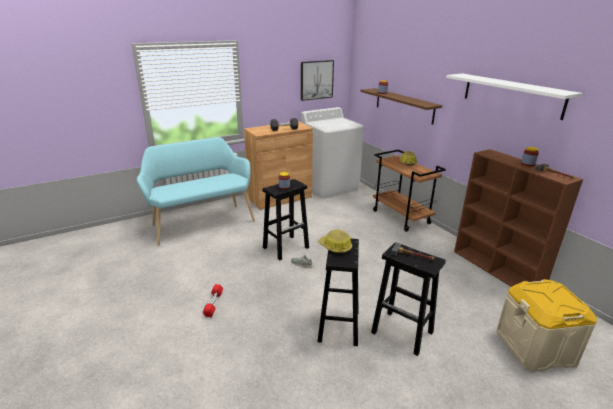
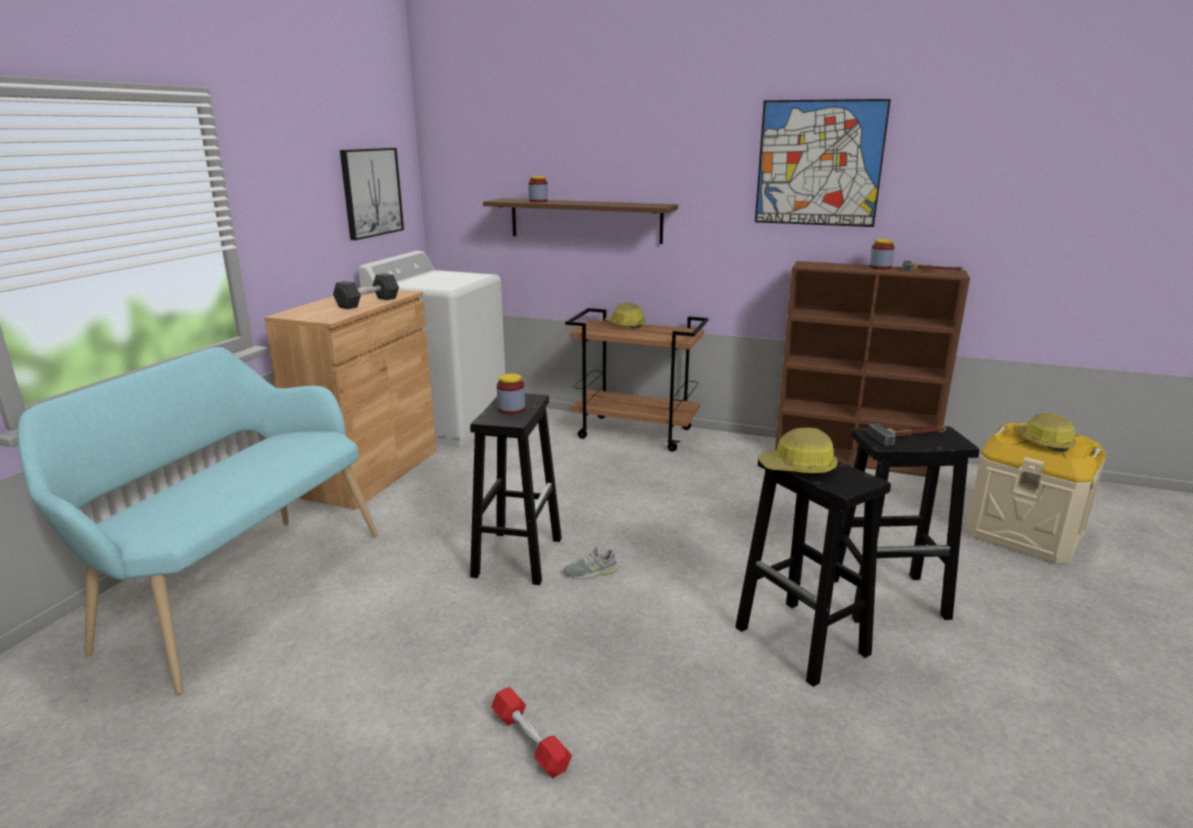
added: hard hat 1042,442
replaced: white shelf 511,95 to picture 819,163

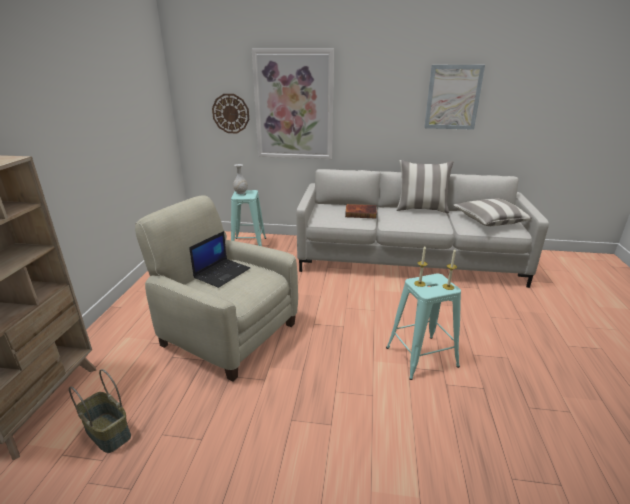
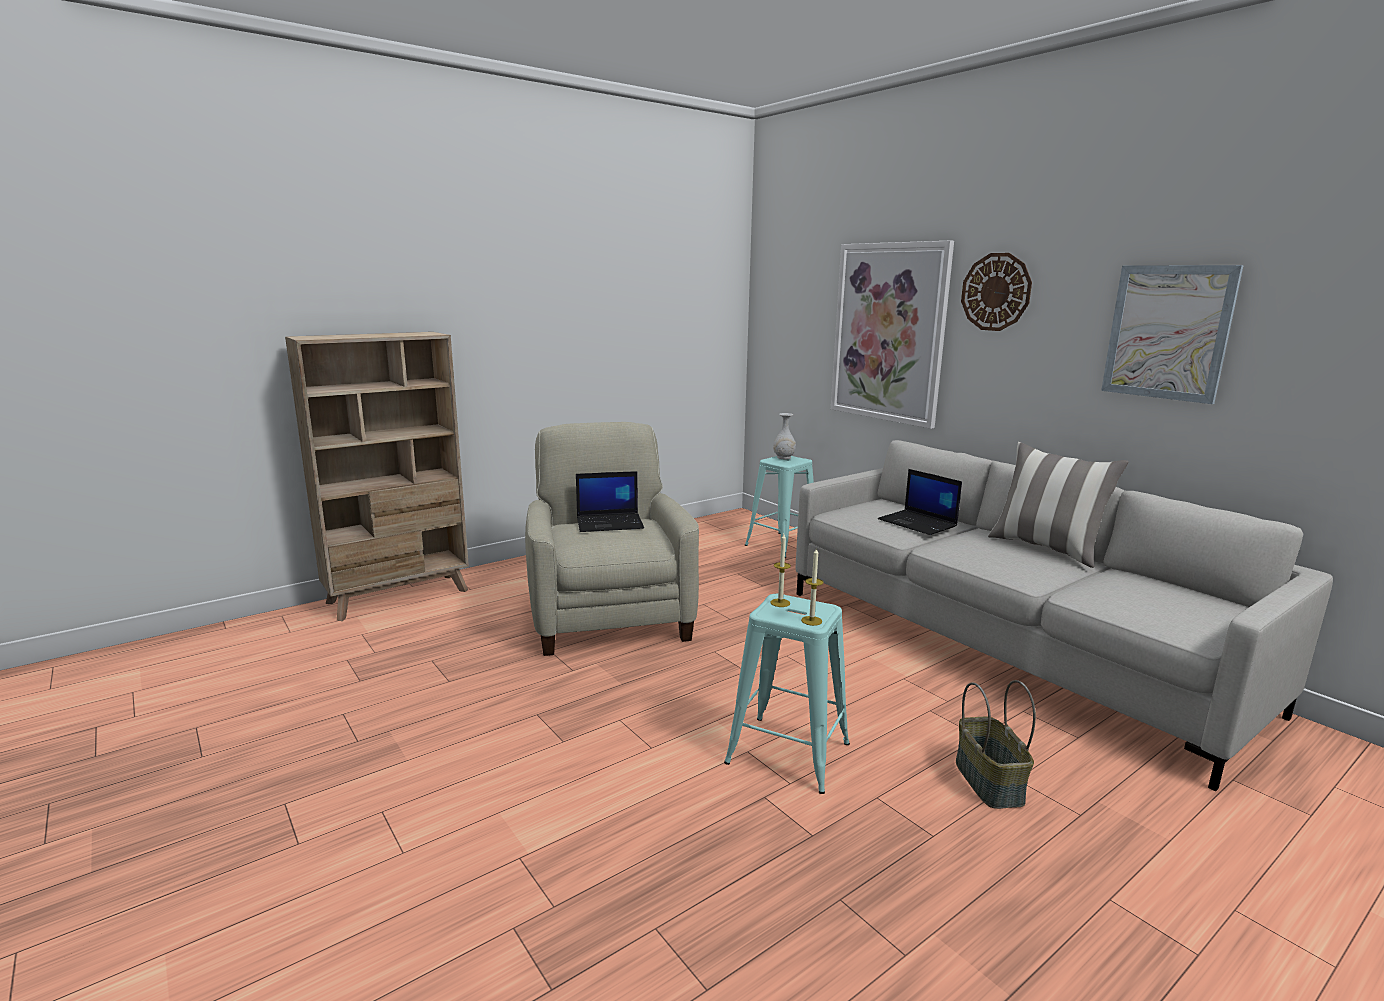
removed: pillow 490,221
moved: basket 109,432 to 990,782; wall clock 230,113 to 996,292
replaced: book 361,213 to laptop 918,523

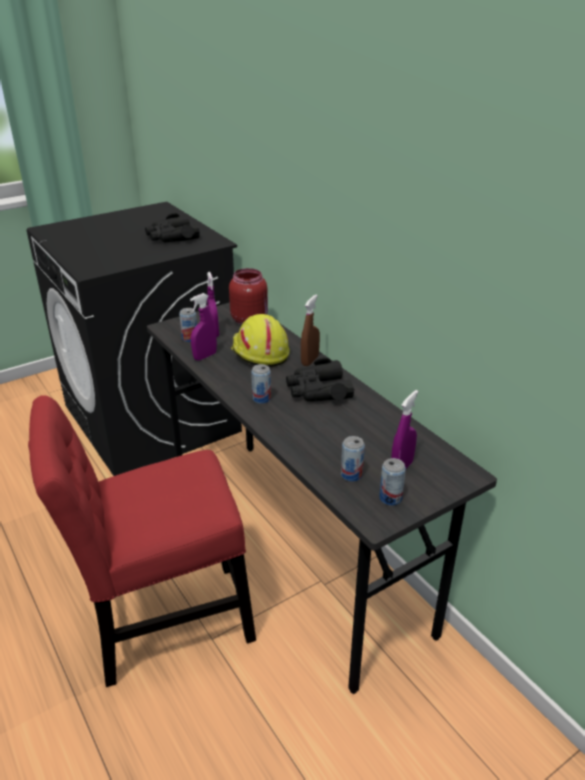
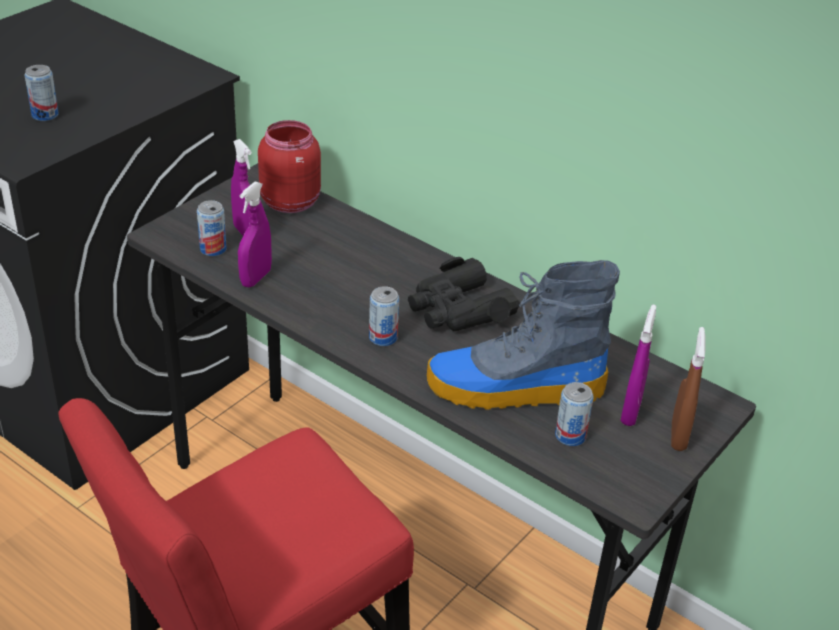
removed: black binoculars 172,237; yellow hard hat 259,352
added: boot 513,389
moved: brown spray bottle 310,361 to 678,436; can 390,498 to 45,115

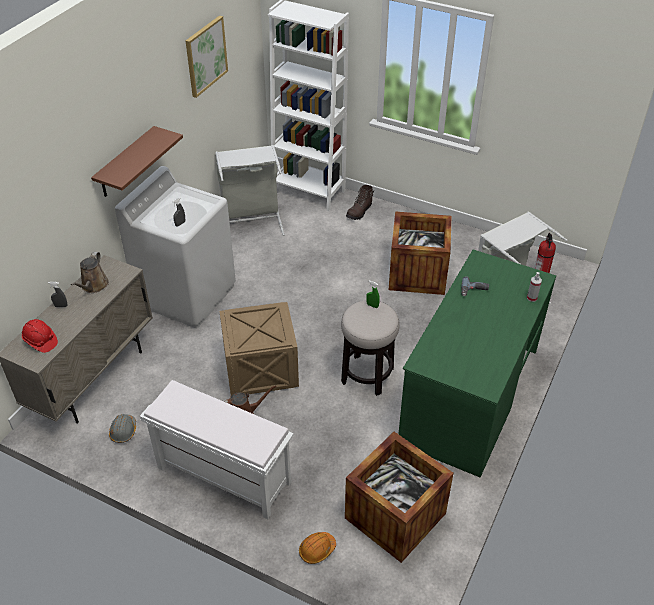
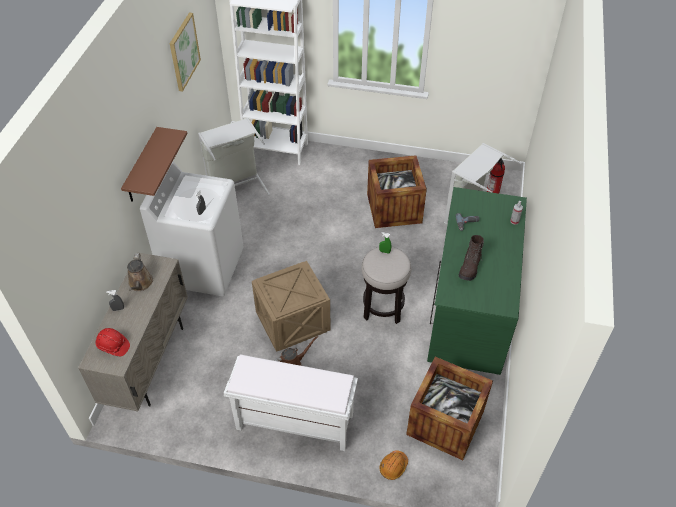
removed: grey hard hat 123,431
moved: brown boot 359,212 to 470,267

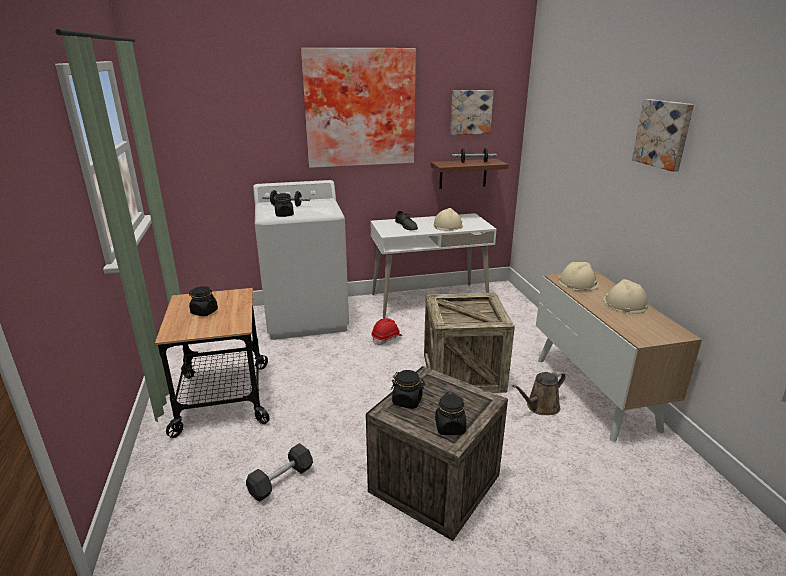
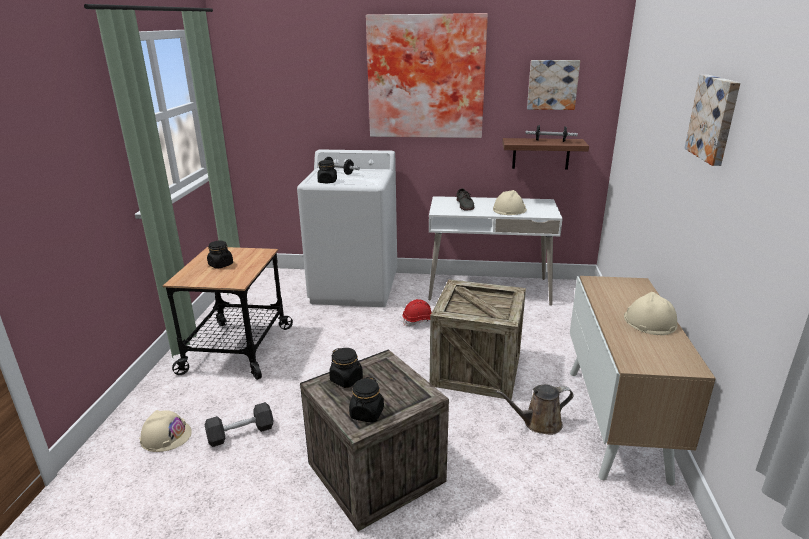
moved: beige hard hat 578,283 to 166,436

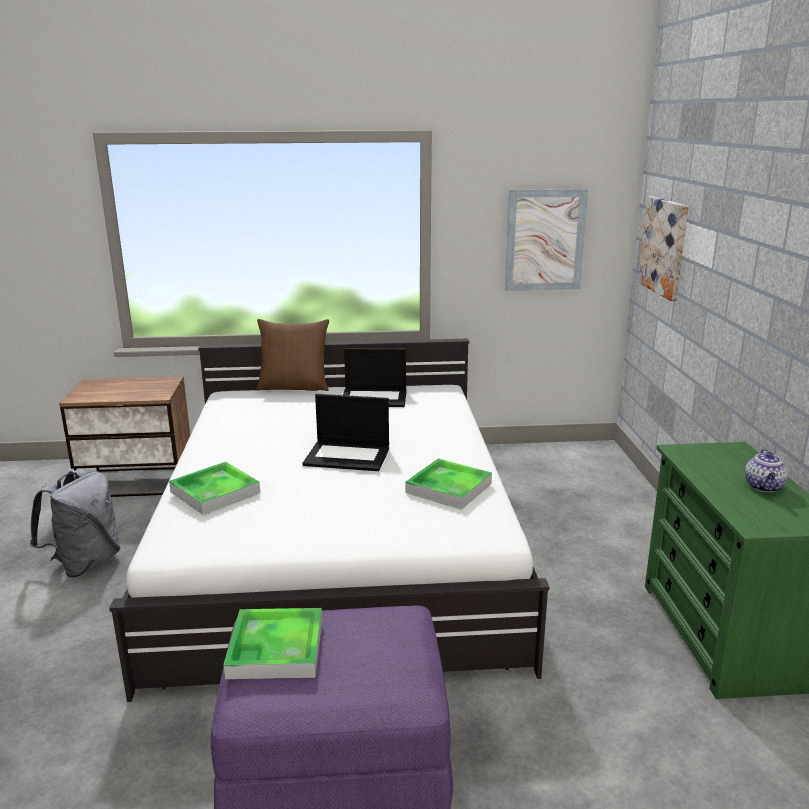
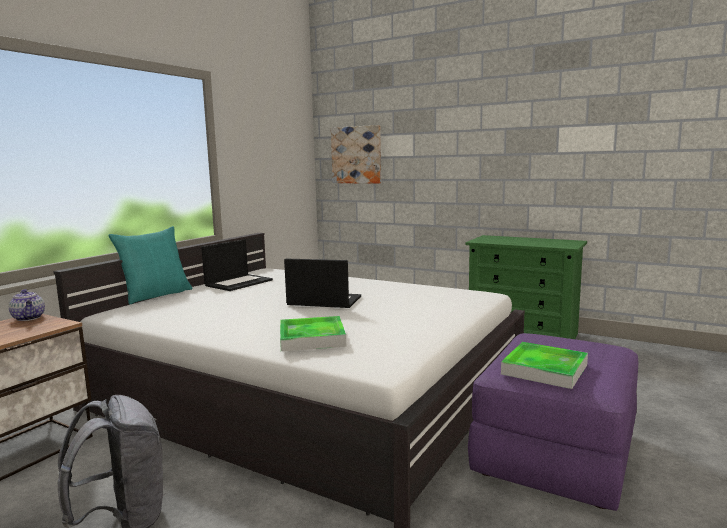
removed: tray 449,488; picture 545,240
moved: teapot 764,487 to 29,318
recoloured: brown pillow 294,387 to turquoise pillow 156,295
turned: laptop 348,456 = 323,301 120 degrees counterclockwise

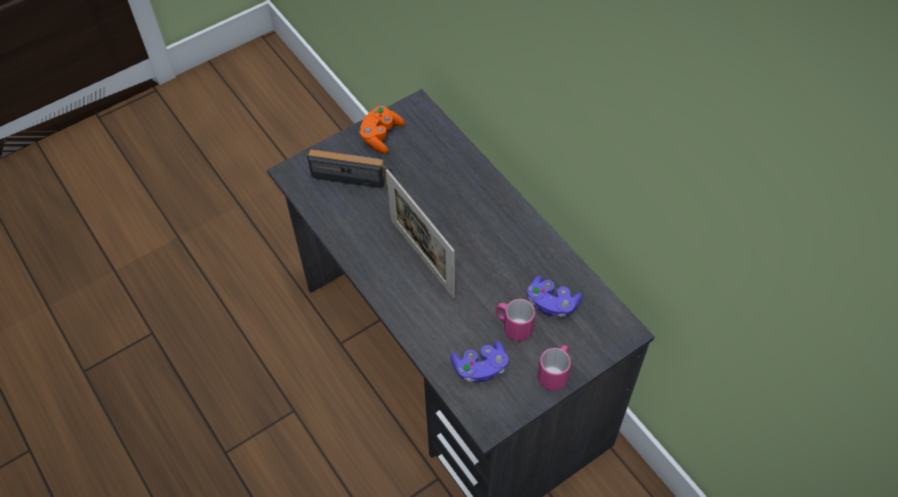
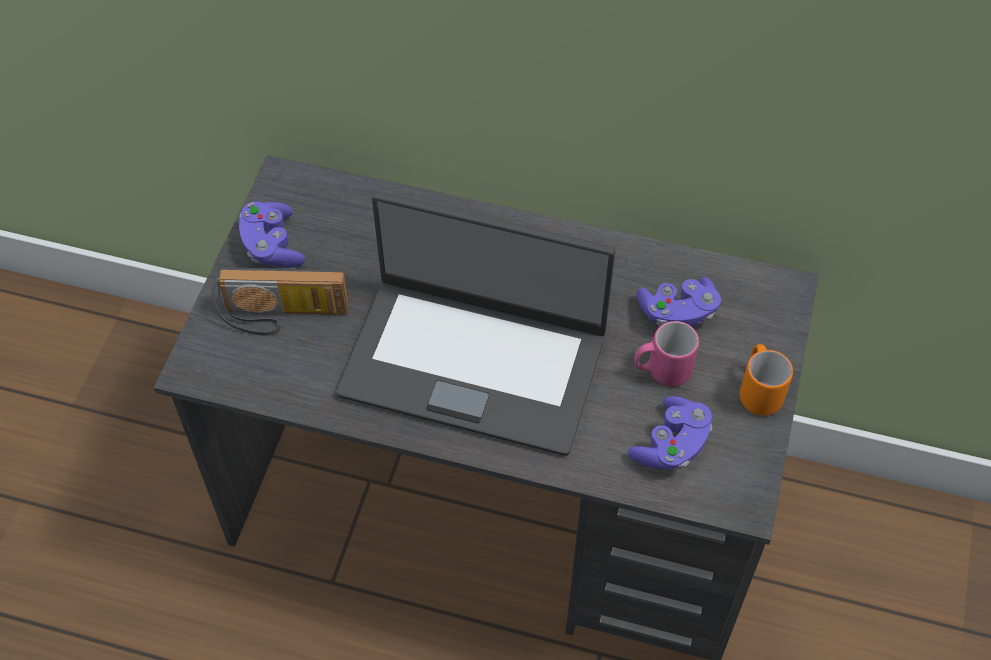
replaced: picture frame 421,257 to laptop 474,362
recoloured: orange game controller 381,136 to purple game controller 272,246; pink mug 555,374 to orange mug 758,391
turned: radio 353,174 = 282,317 150 degrees counterclockwise

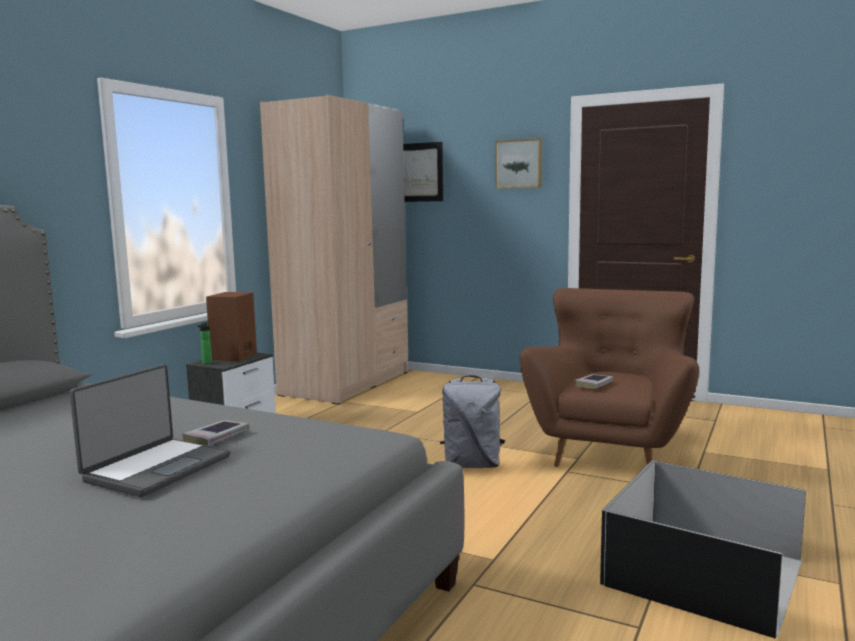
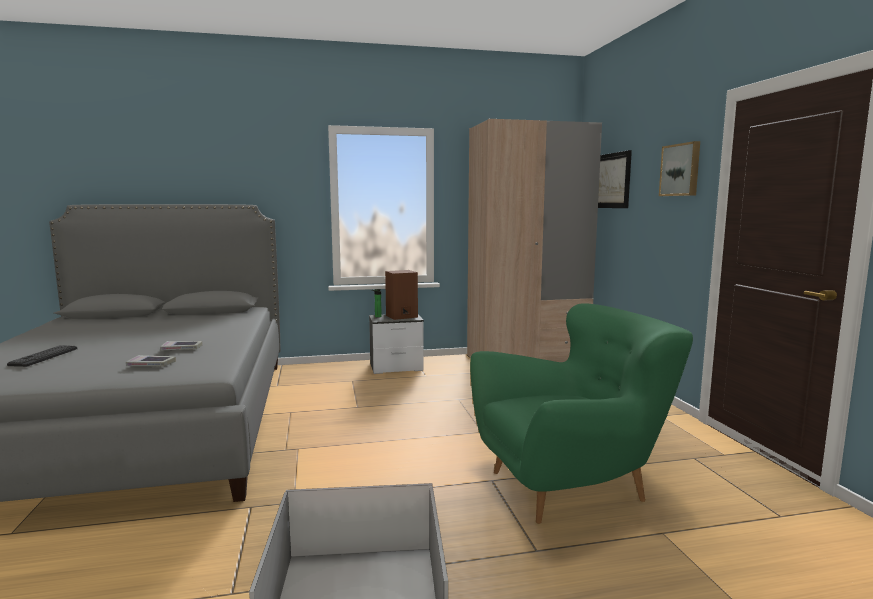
removed: laptop 156,468; grey backpack 472,465
added: keyboard 44,357
moved: book 594,384 to 151,365
recoloured: brown armchair 611,452 to green armchair 570,486

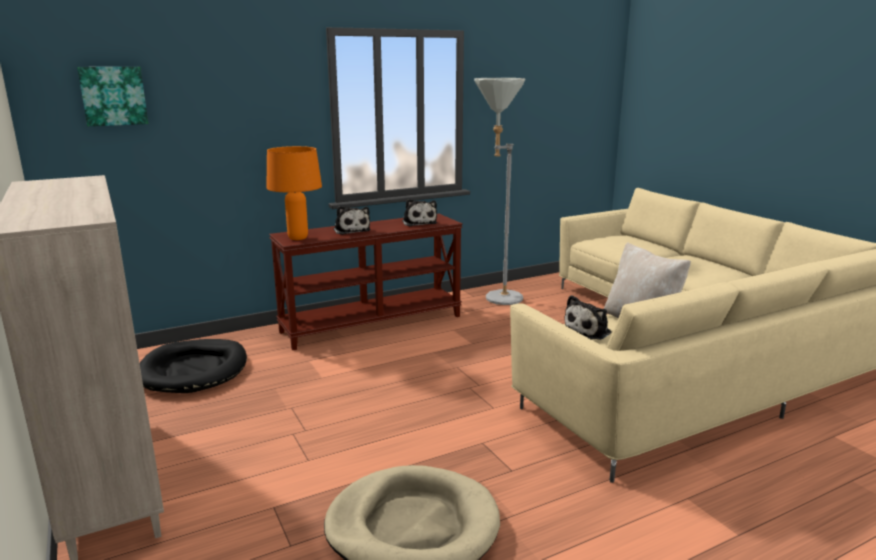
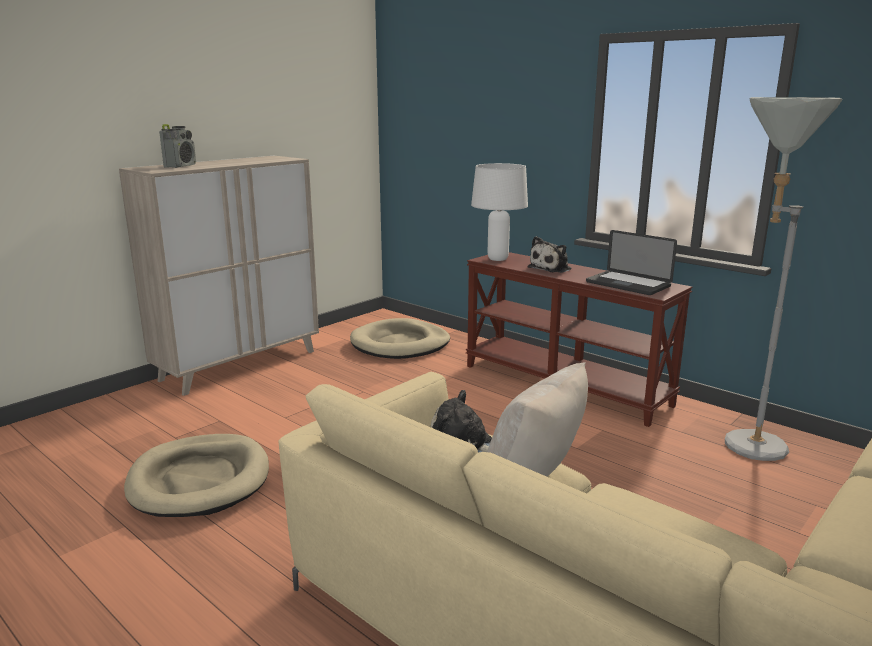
removed: picture 113,96
added: radio 180,166
replaced: plush toy 419,222 to laptop 628,284
recoloured: black dog bed 194,370 to beige dog bed 400,344; orange table lamp 298,238 to white table lamp 498,259

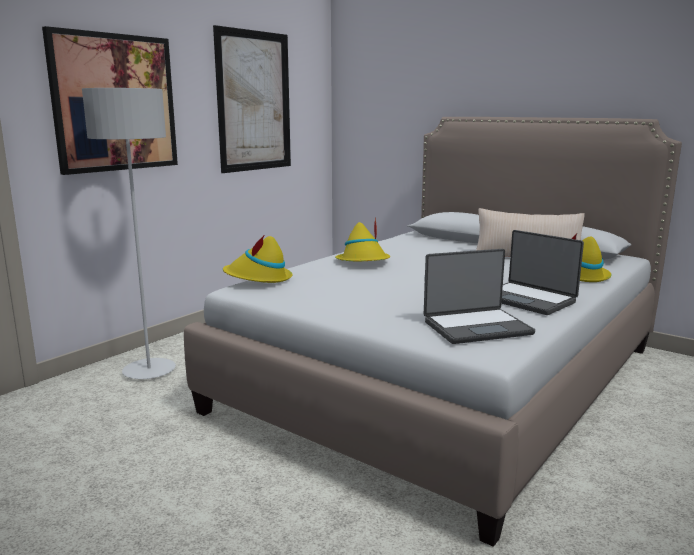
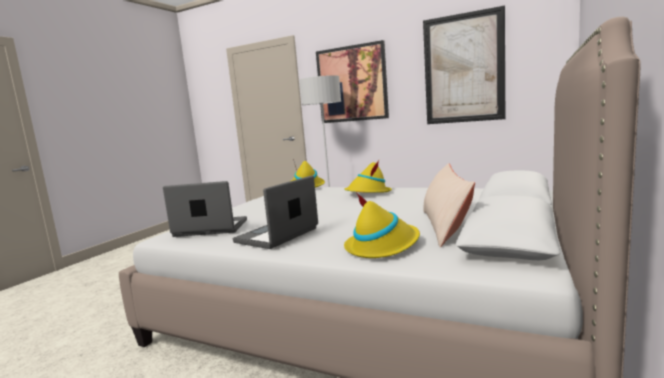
turned: laptop 476,327 = 210,229 120 degrees clockwise

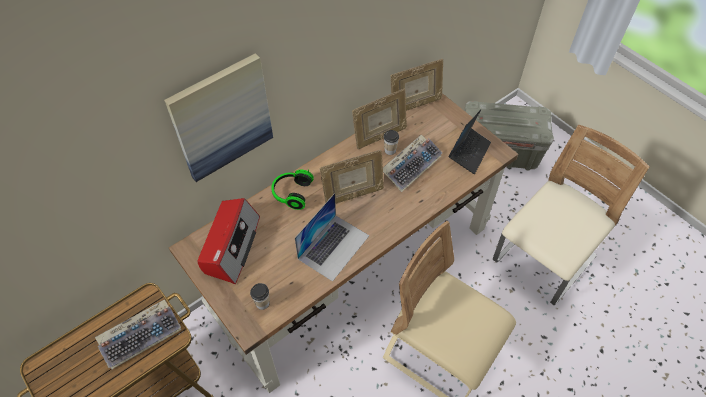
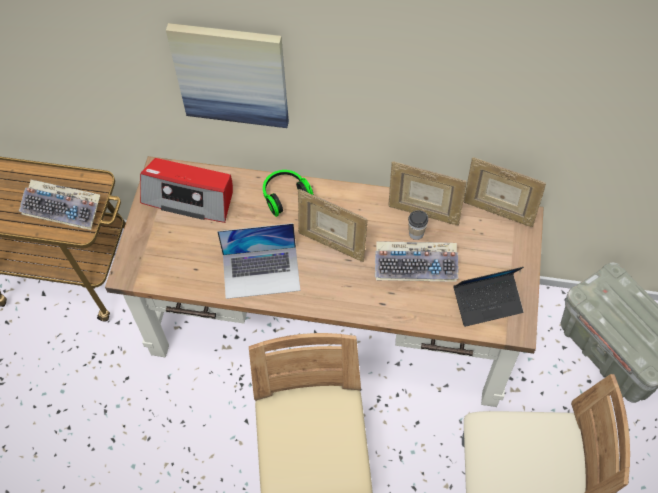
removed: cup 262,303
turned: radio 231,246 = 189,197 45 degrees clockwise

